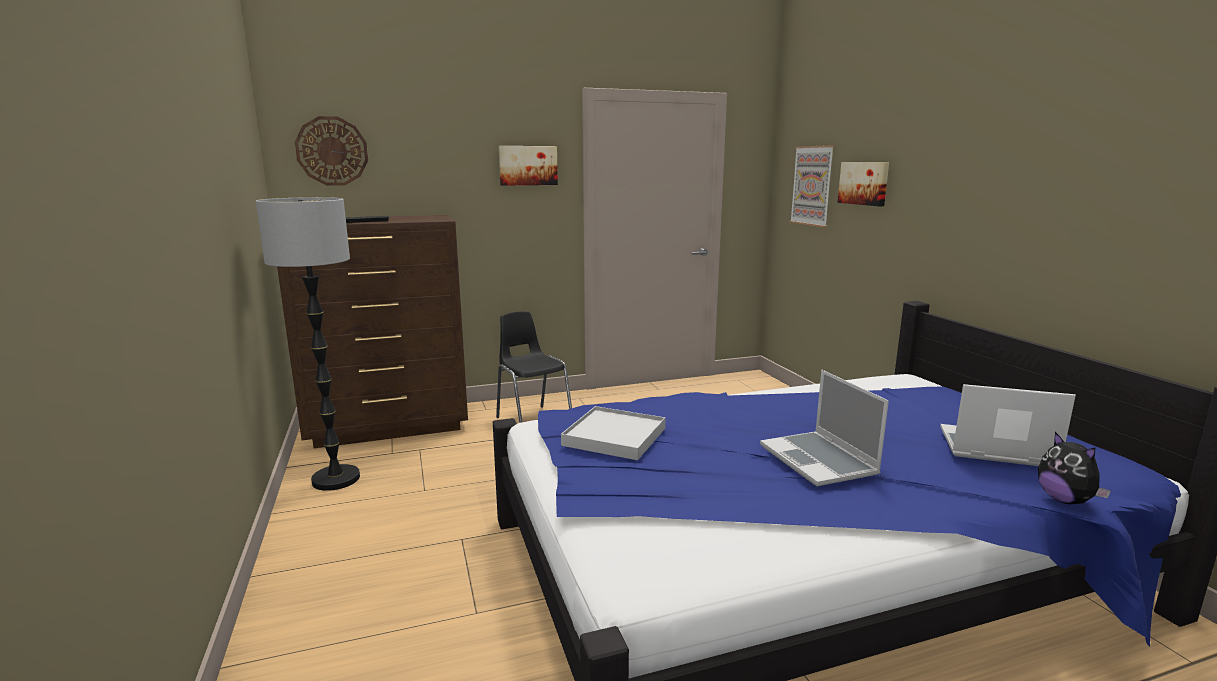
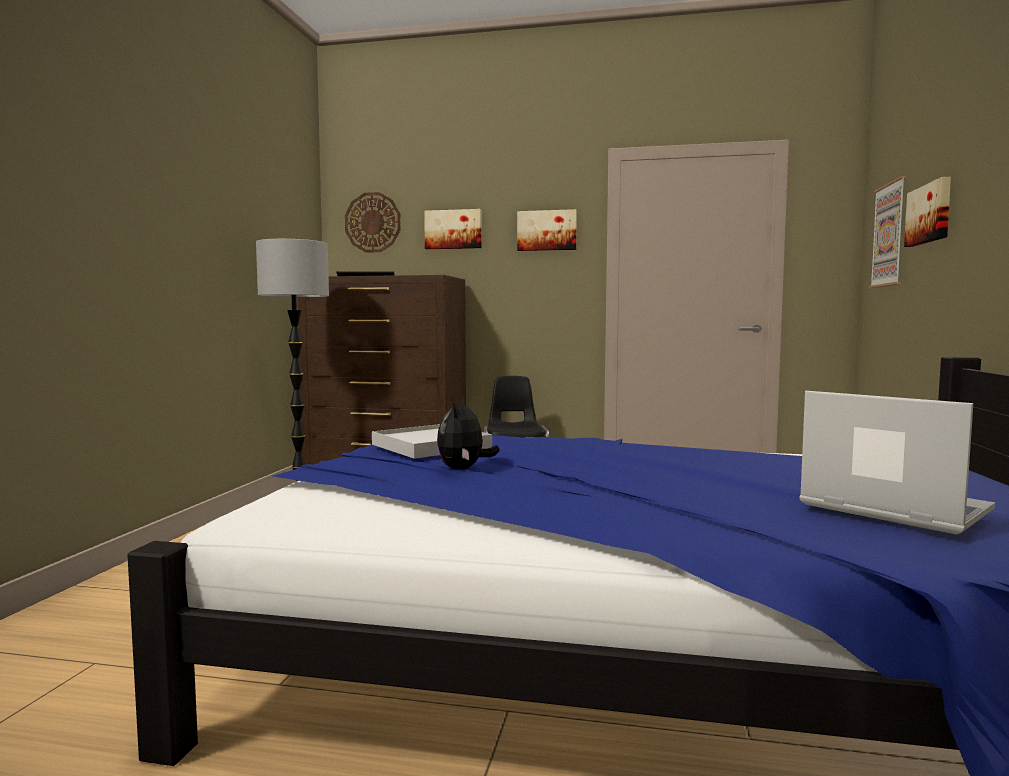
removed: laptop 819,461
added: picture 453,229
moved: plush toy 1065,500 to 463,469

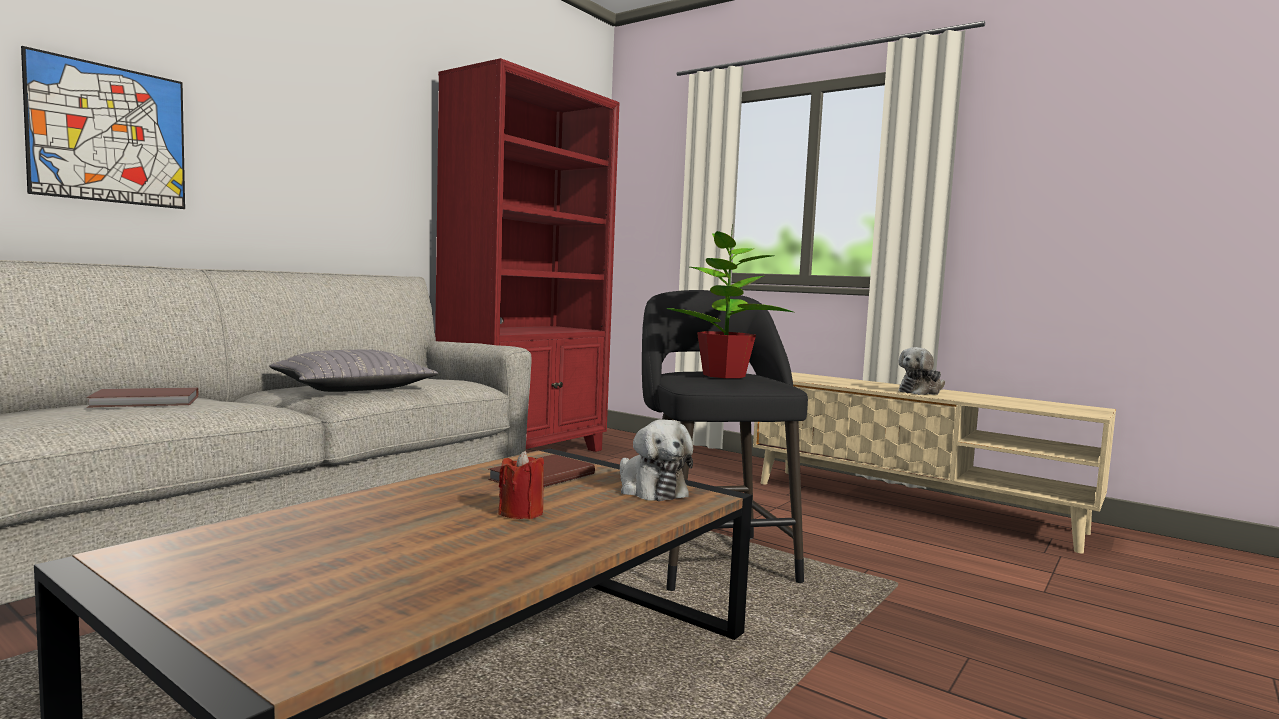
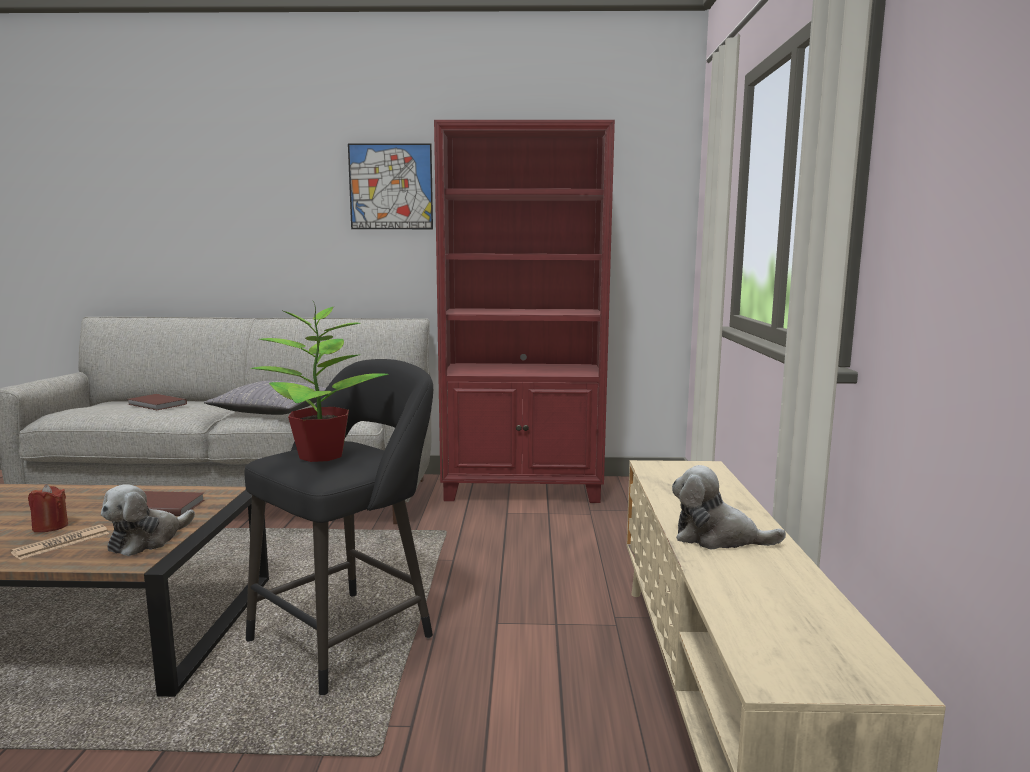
added: newspaper 61,543
moved: picture 109,134 to 391,187

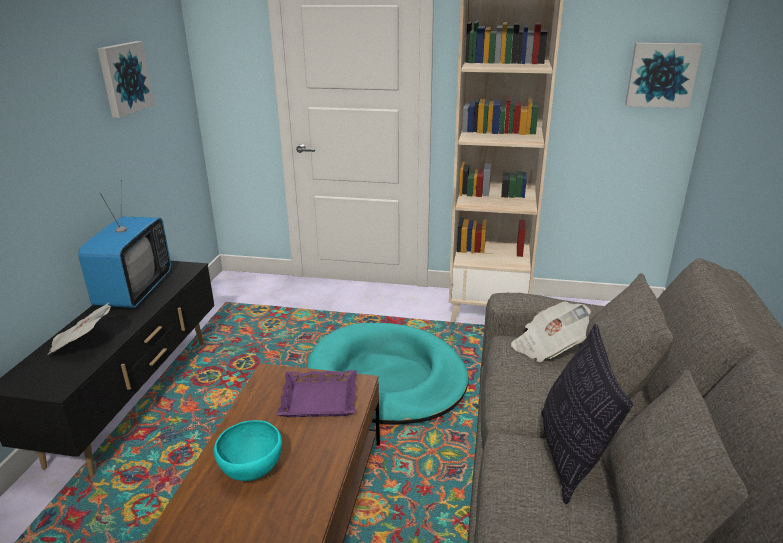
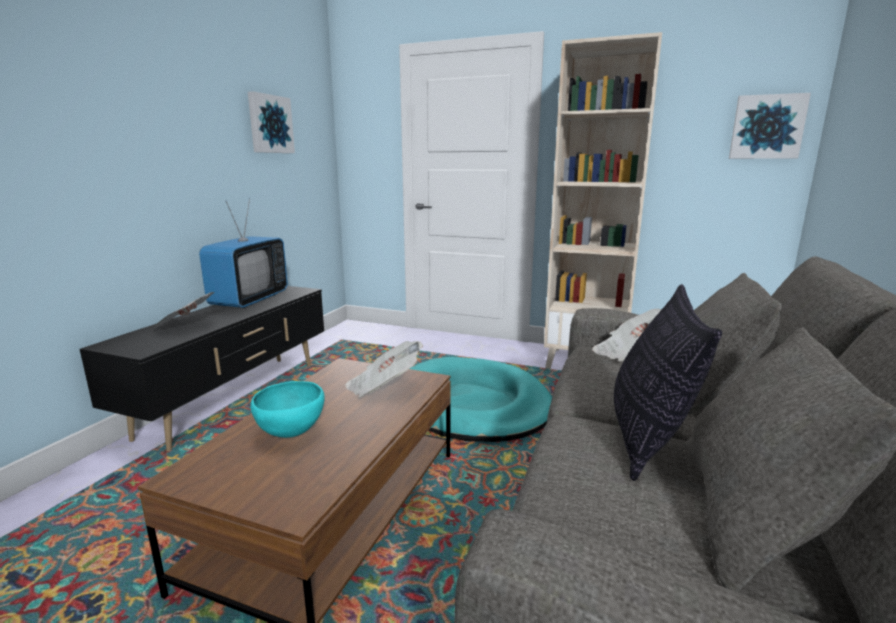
replaced: purple tray 319,399 to newspaper 383,387

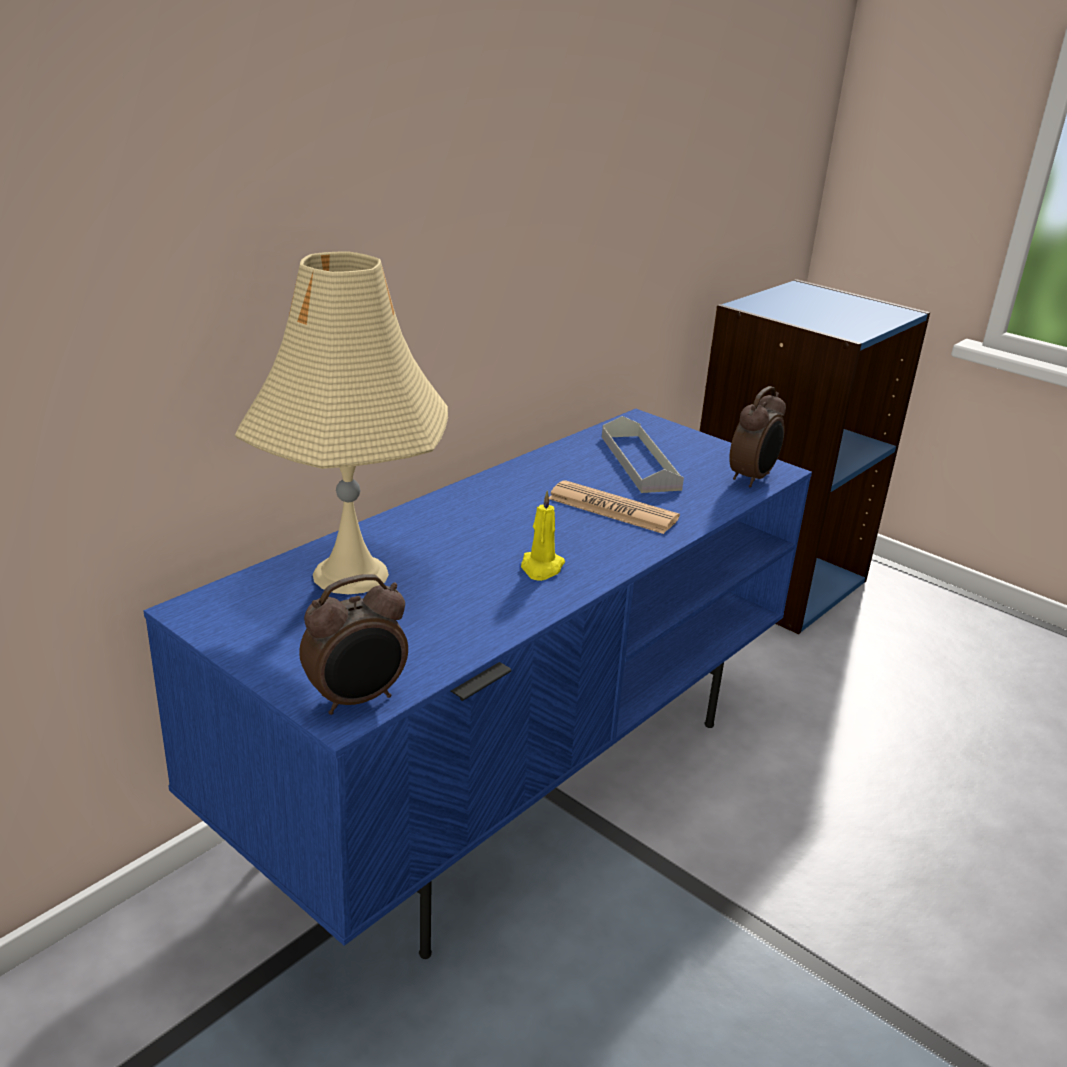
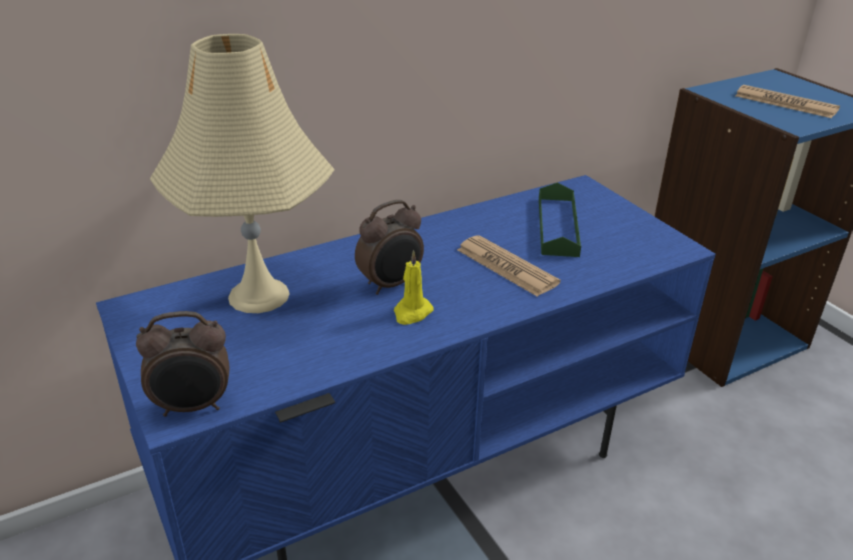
added: newspaper 785,103
moved: alarm clock 752,478 to 391,285
recoloured: grey tray 639,462 to green tray 557,226

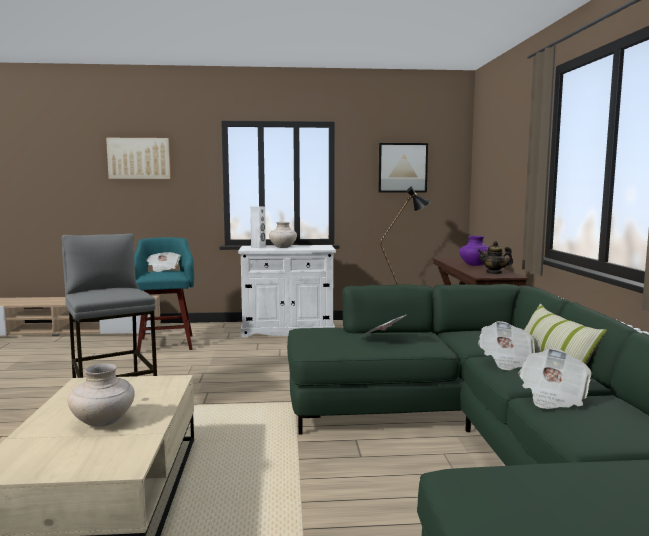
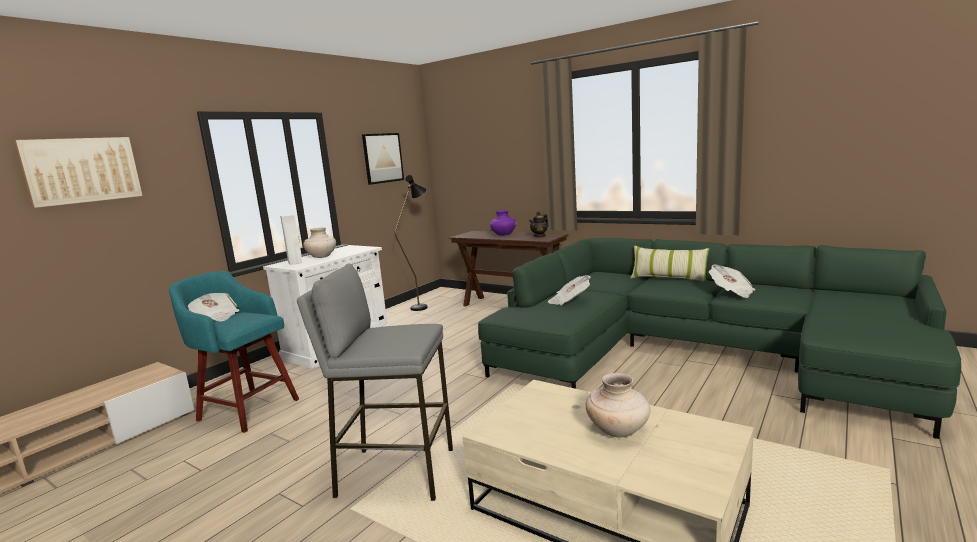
removed: newspaper 506,361

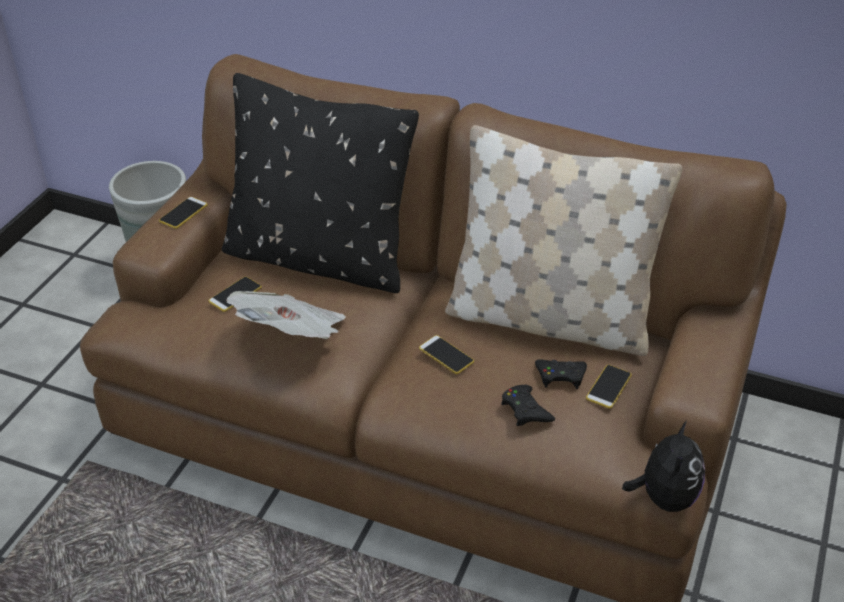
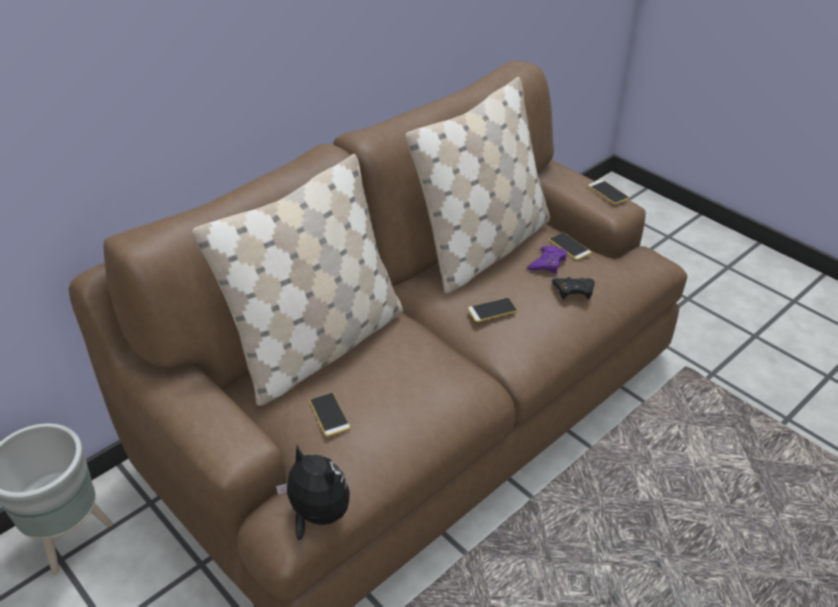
removed: newspaper 292,336
moved: phone 183,213 to 608,192; plush toy 664,497 to 317,515
recoloured: black pillow 318,259 to beige pillow 319,346; black game controller 560,376 to purple game controller 547,263

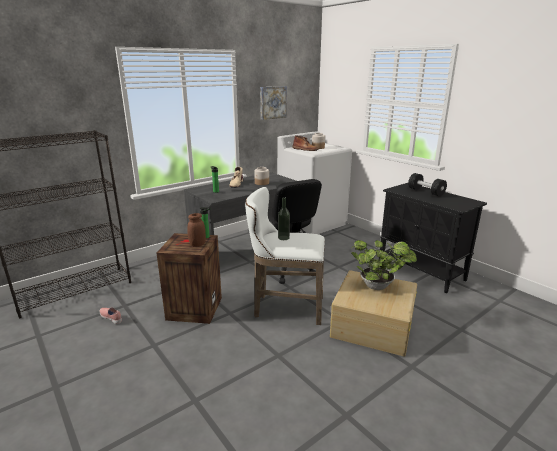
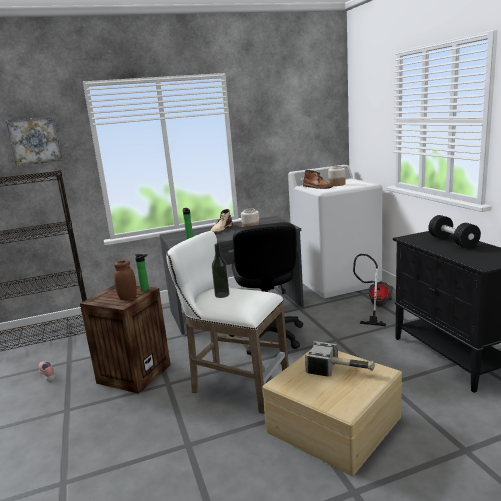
added: vacuum cleaner 375,306
moved: picture 272,102 to 35,140
replaced: potted plant 378,286 to hammer 341,370

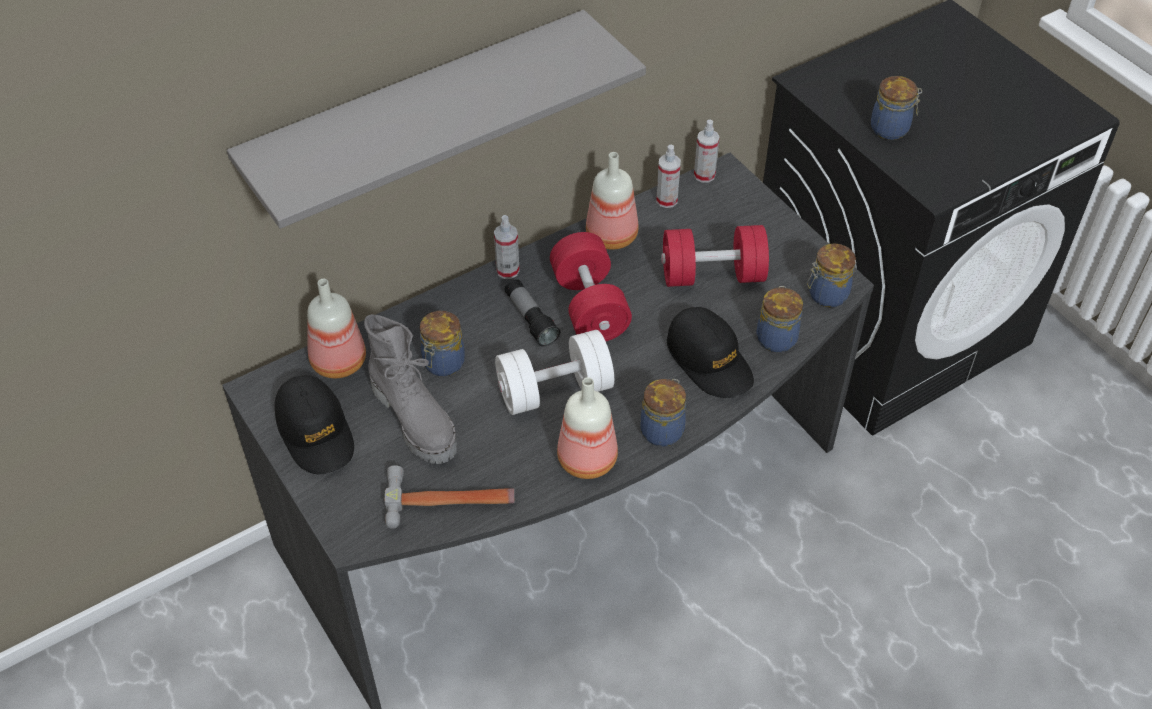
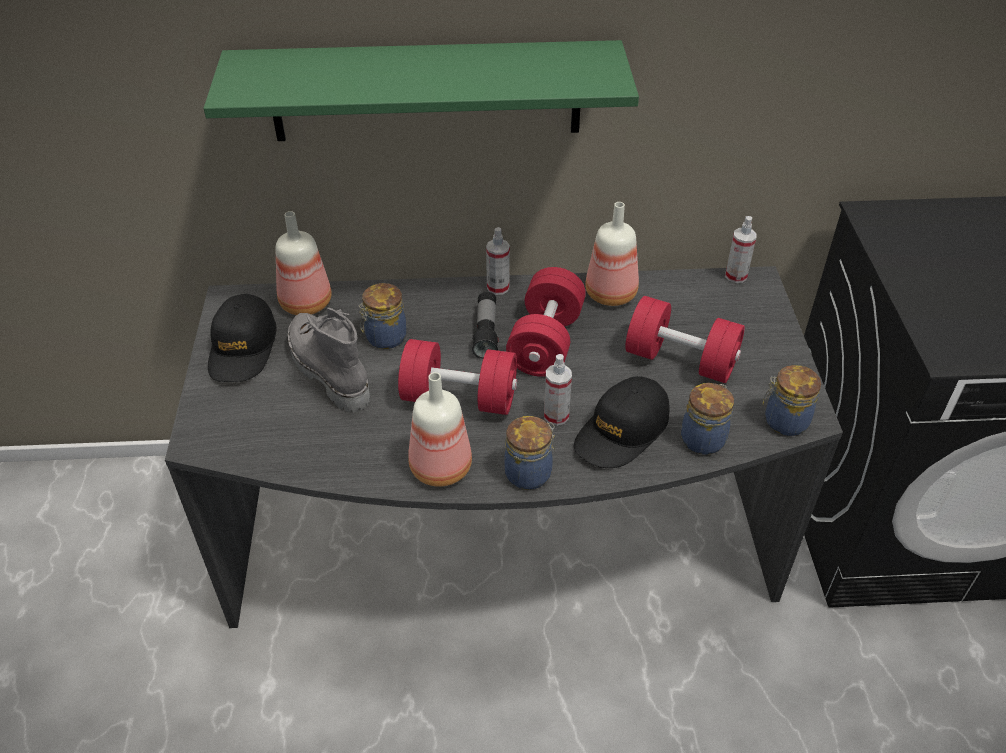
removed: hammer 450,501; jar 891,129
moved: spray bottle 666,200 to 556,416
recoloured: grey shelf 418,115 to green shelf 426,91; white dumbbell 555,390 to red dumbbell 459,398
turned: grey boot 416,419 = 327,371 150 degrees clockwise; black cap 709,360 = 621,431 45 degrees clockwise

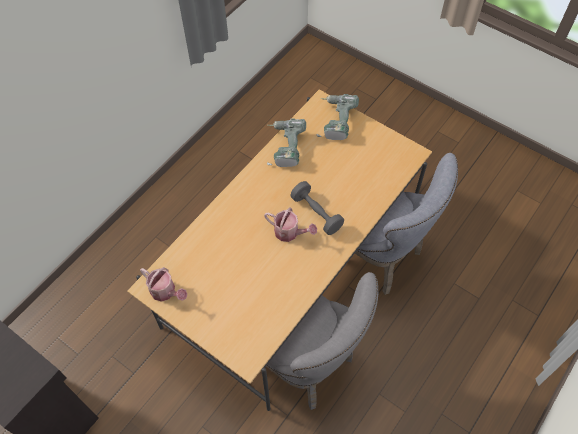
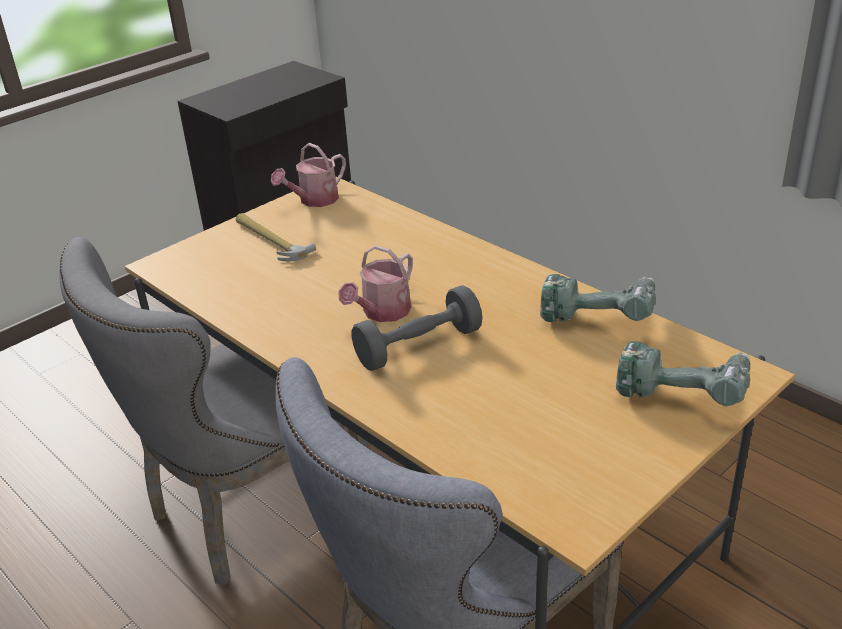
added: hammer 271,240

